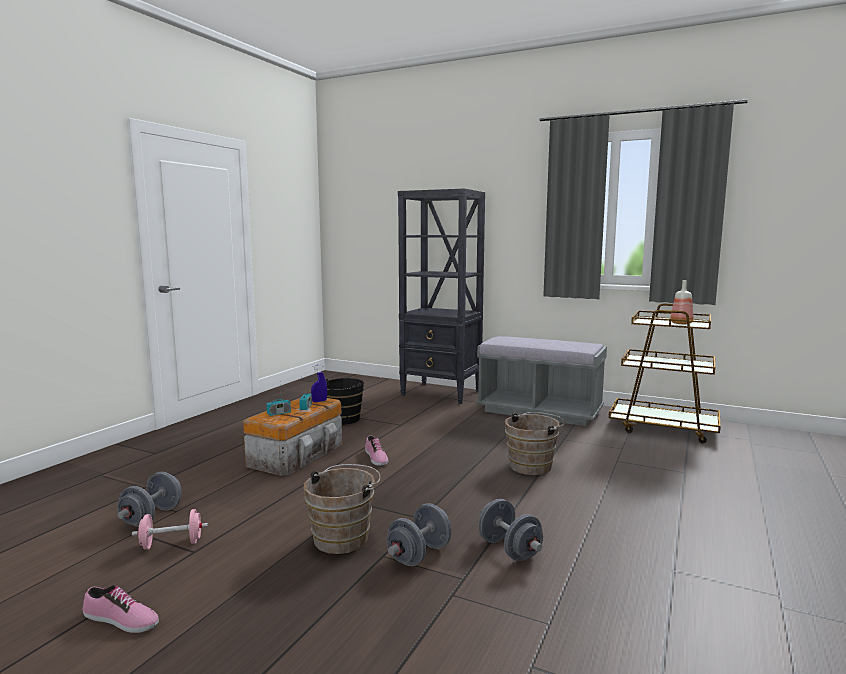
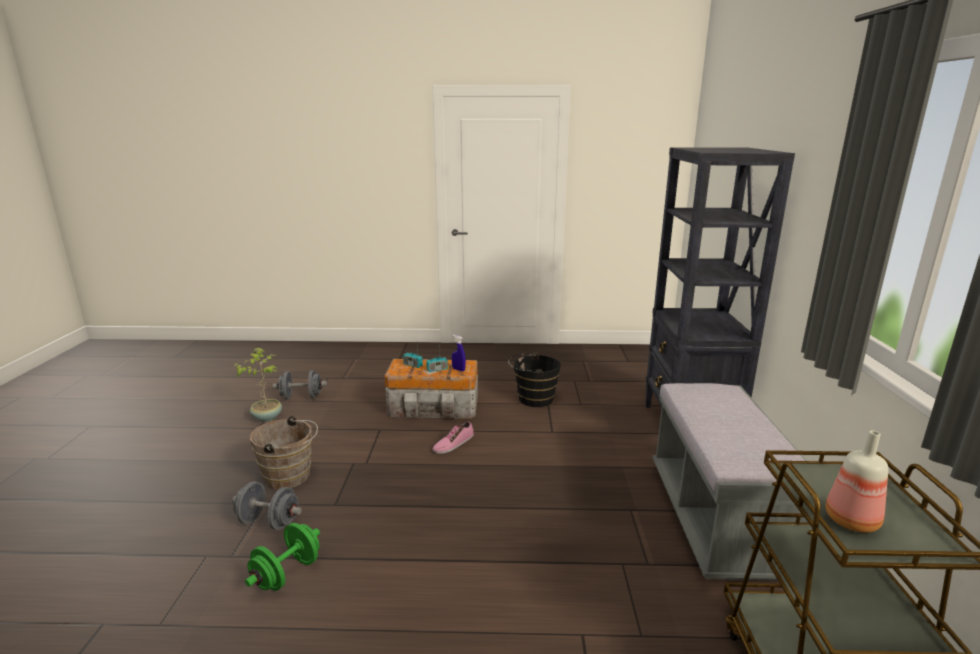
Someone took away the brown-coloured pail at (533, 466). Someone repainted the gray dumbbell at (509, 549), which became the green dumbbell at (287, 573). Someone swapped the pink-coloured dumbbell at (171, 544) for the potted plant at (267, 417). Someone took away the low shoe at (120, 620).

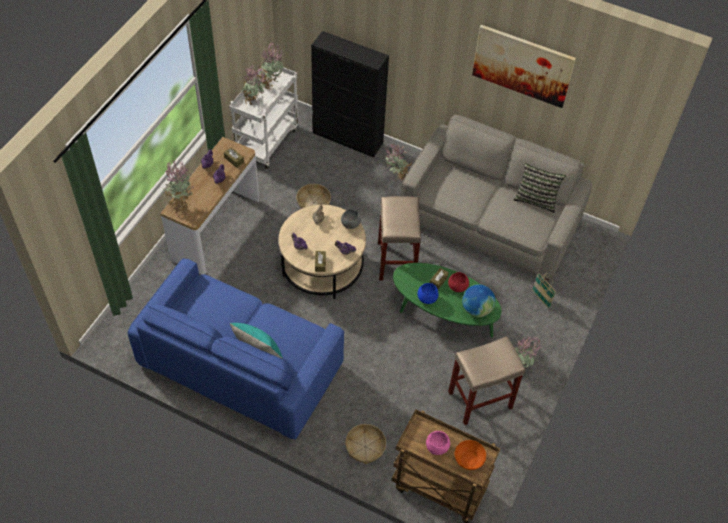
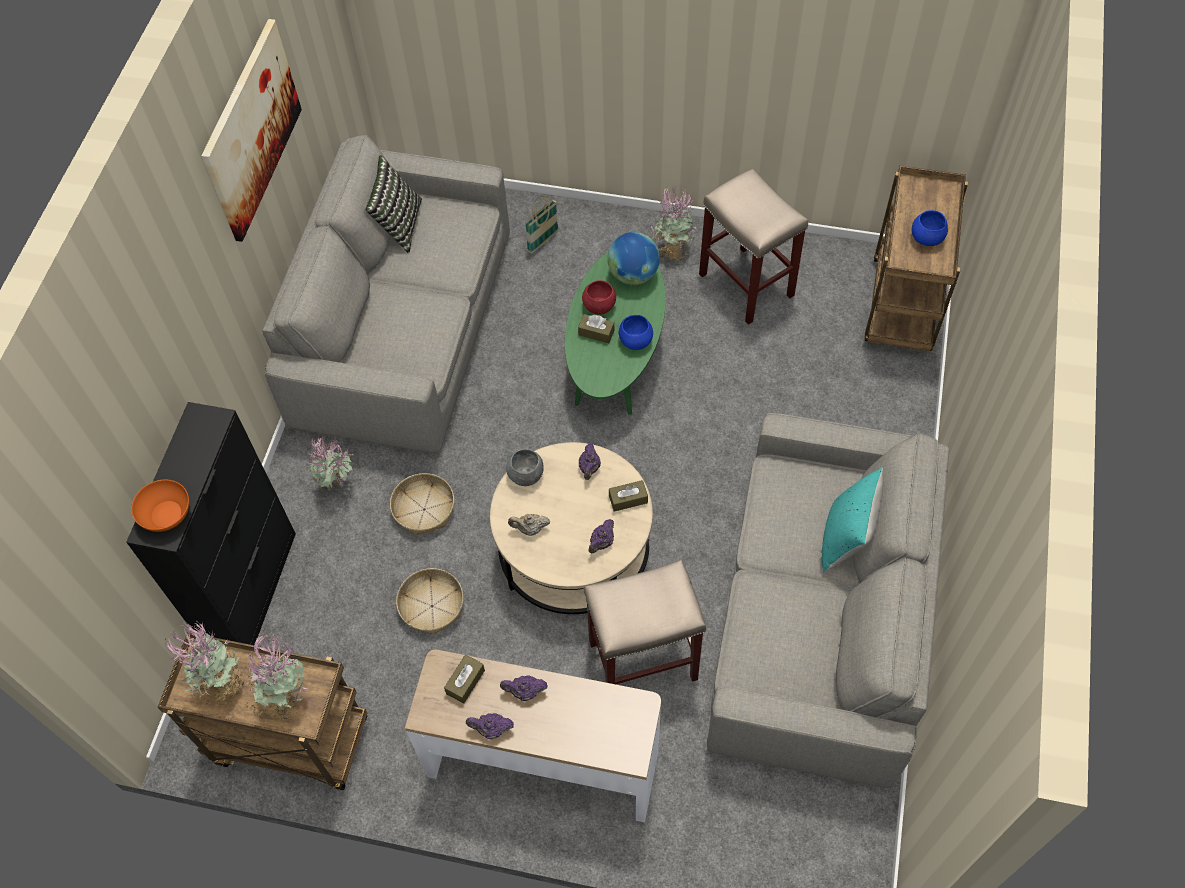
Someone repainted the white wheeled cart at (266, 141), which became the brown-coloured wheeled cart at (288, 741). Someone took away the potted plant at (180, 202). Someone carried the sand-coloured sitting stool from (396, 260) to (641, 661). Someone repainted the blue couch at (240, 365), which became the gray couch at (818, 620). Someone carried the household basket from (365, 446) to (424, 509). Someone repainted the pink-coloured bowl at (436, 447), which became the blue bowl at (927, 238). Someone carried the orangey bowl from (469, 459) to (166, 514).

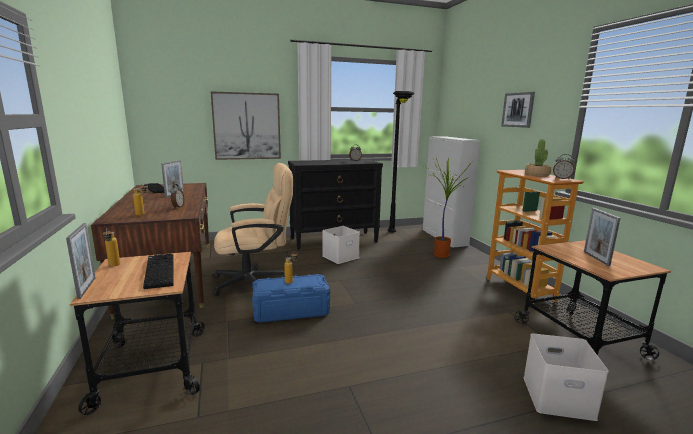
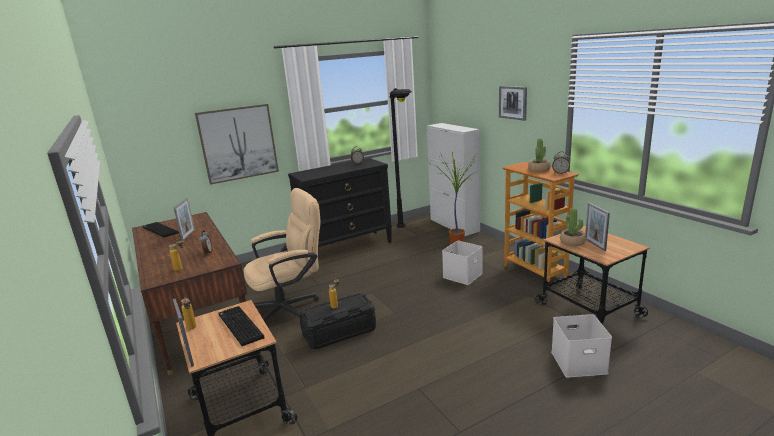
Someone carried the white storage bin from (340, 256) to (462, 275). Someone repainted the blue storage bin at (291, 311), which became the blackish storage bin at (339, 332). Someone put down the potted plant at (572, 242).

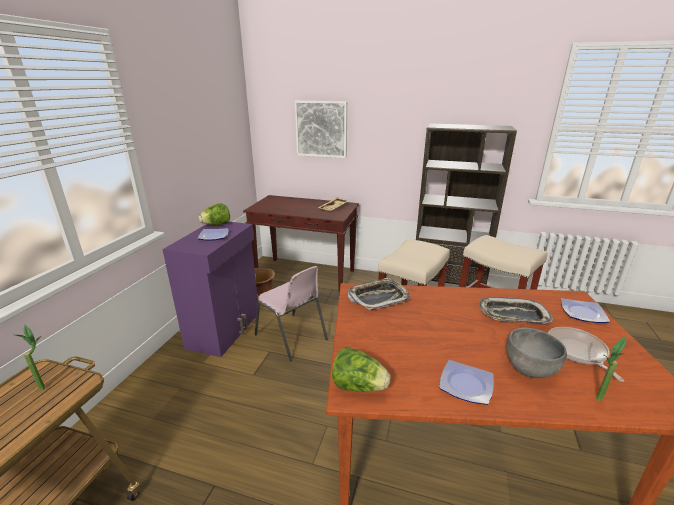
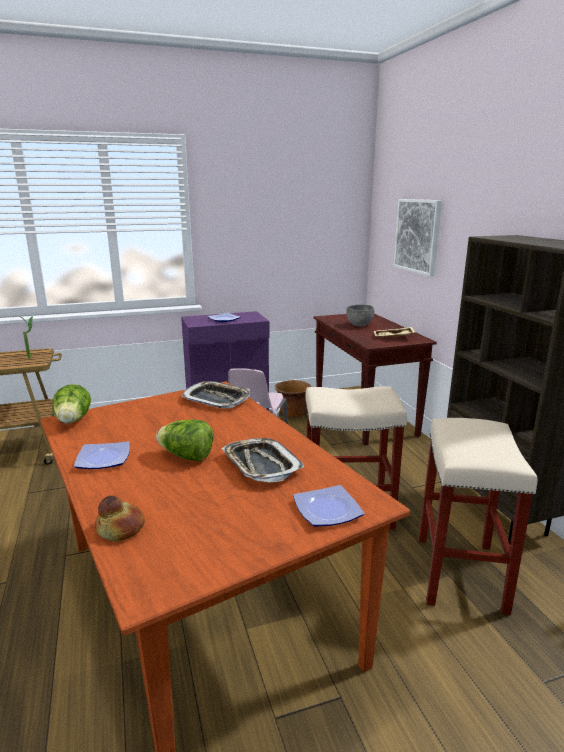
Someone carried the head of lettuce from (216, 225) to (186, 456). Someone carried the gray bowl from (528, 370) to (359, 325). Someone took away the skillet at (577, 351). Someone swapped the potted plant at (598, 402) for the bakery bread at (121, 528).

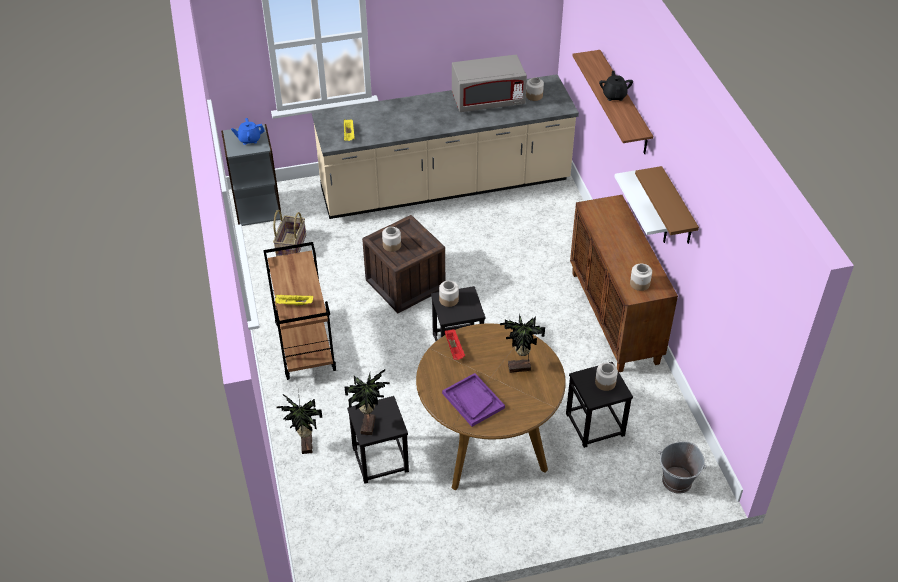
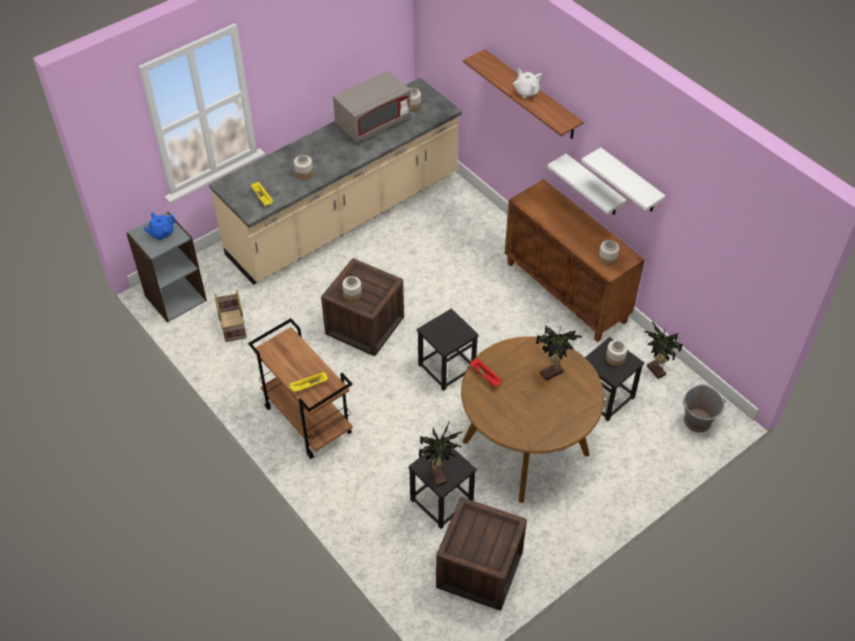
Someone repainted the blackish pot for tea at (614, 96), which became the white pot for tea at (526, 92). Someone repainted the brown-coloured bracket shelf at (677, 208), which became the white bracket shelf at (630, 182). Someone carried the jar from (448, 299) to (304, 173). Someone took away the purple serving tray at (473, 401). Someone carried the potted plant from (305, 446) to (655, 371). Someone put down the shipping crate at (479, 570).

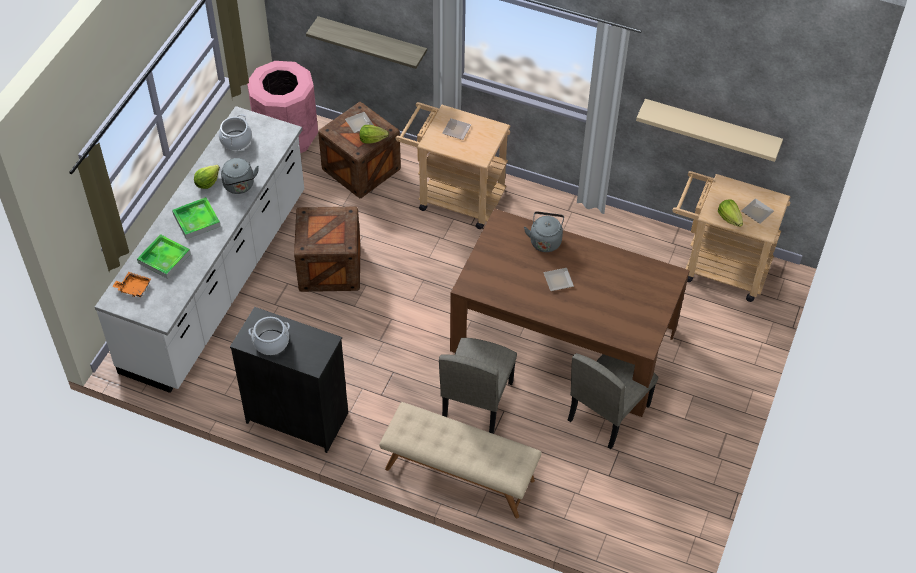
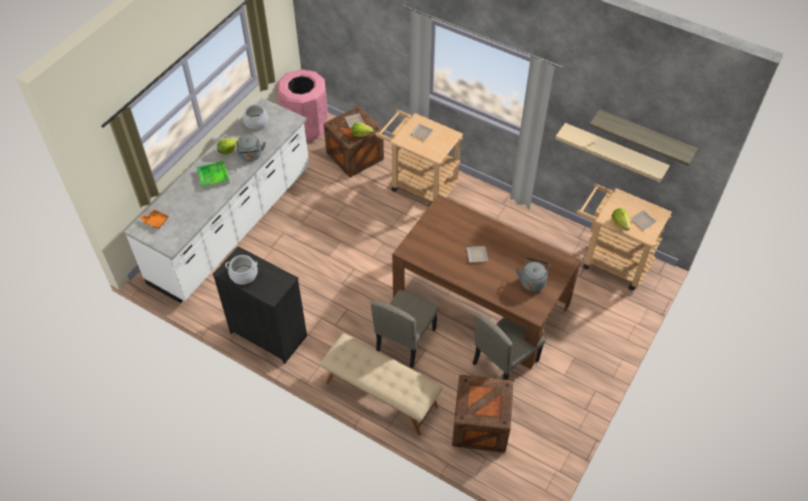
Someone carried the bracket shelf from (372, 42) to (645, 137). Someone carried the shipping crate from (330, 268) to (480, 425). Someone carried the gray kettle from (545, 240) to (532, 281). Someone took away the serving tray at (164, 258).

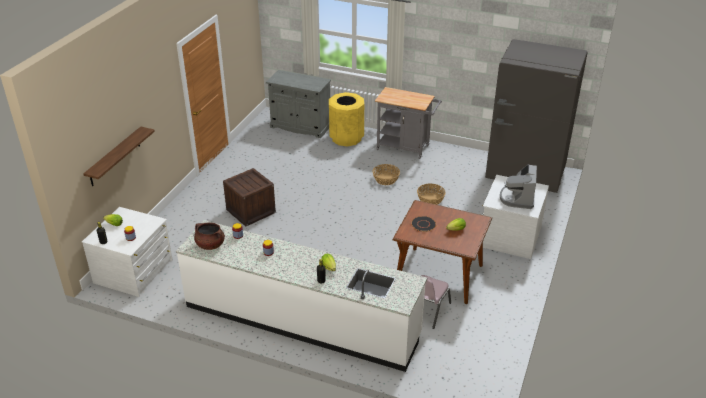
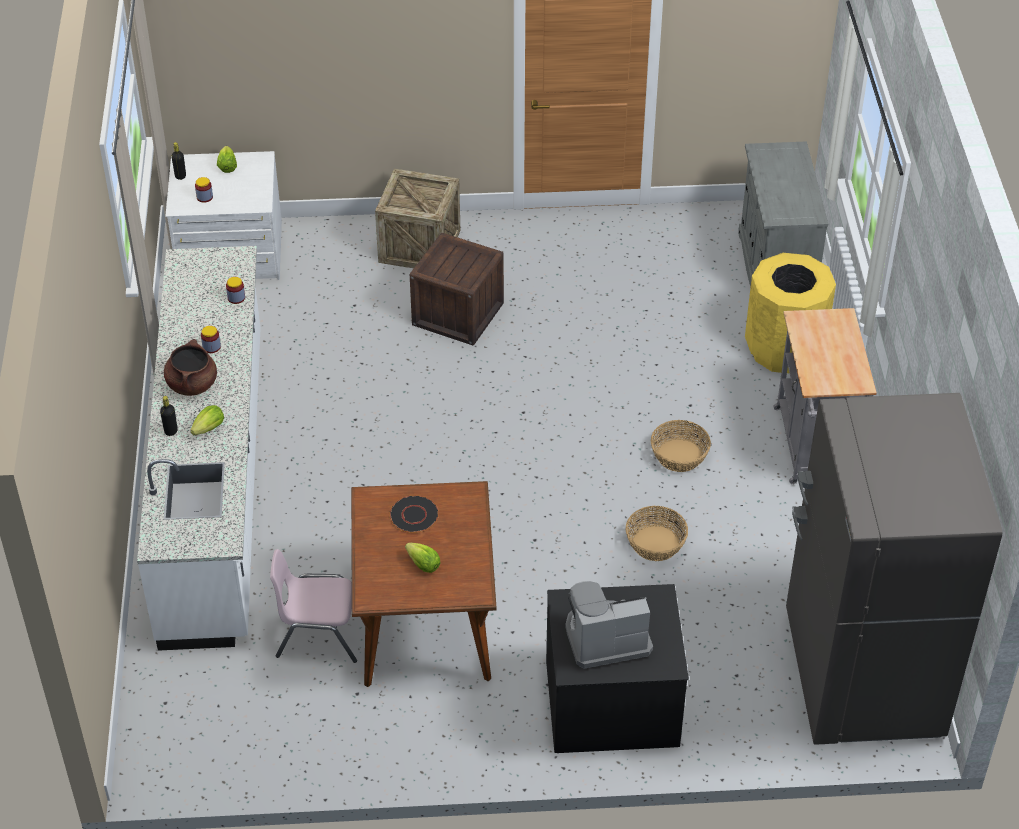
Someone took away the bracket shelf at (115, 157). Someone repainted the white dresser at (509, 236), which became the blackish dresser at (611, 701). Someone carried the brown-coloured cooking pot from (210, 245) to (192, 384). Someone put down the shipping crate at (419, 246).

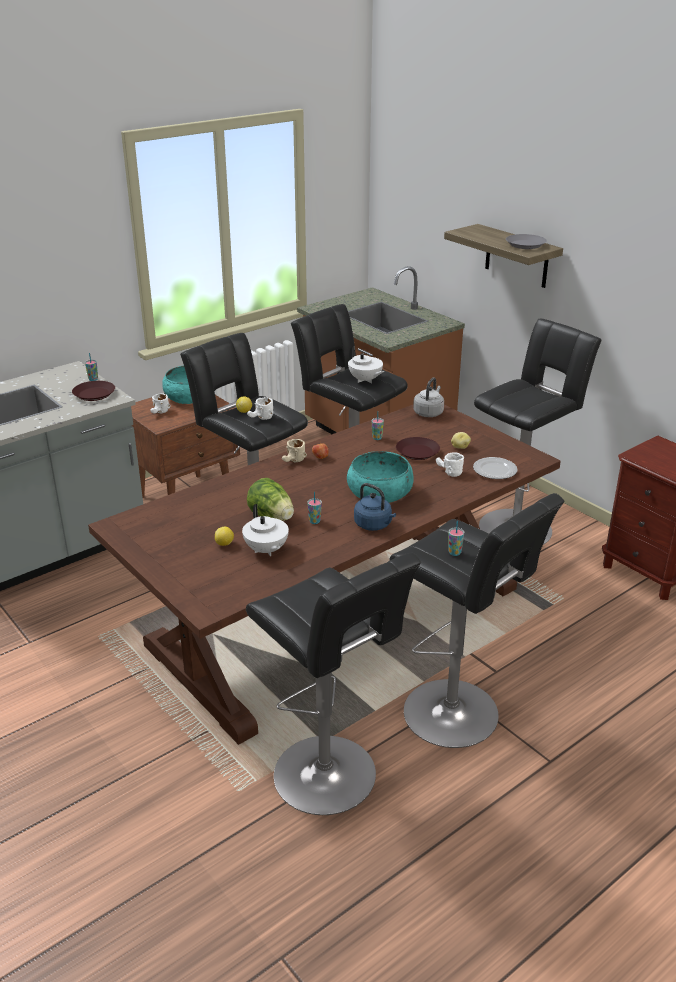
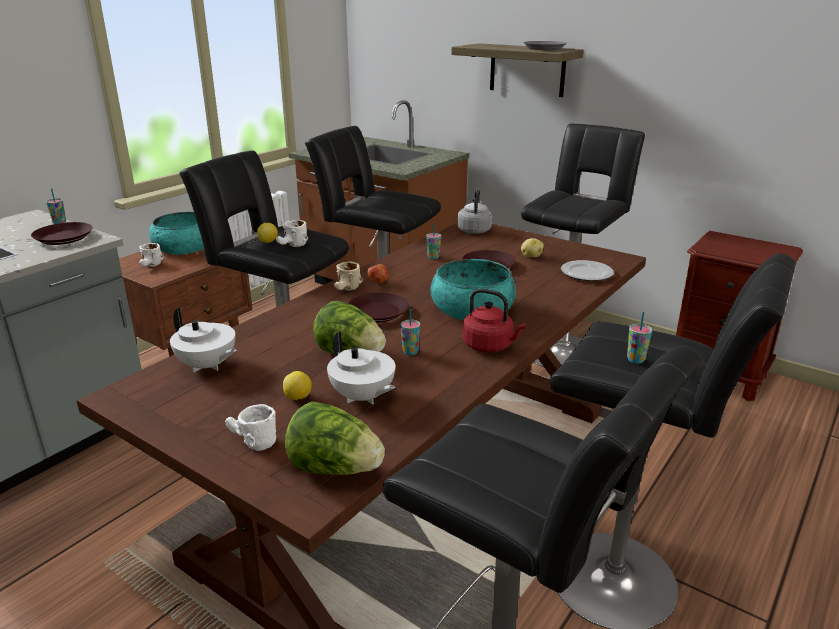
Someone carried the white pot for tea from (365, 380) to (207, 366). Someone carried the white coffee mug from (448, 472) to (250, 442). Someone repainted the blue kettle at (374, 525), which became the red kettle at (490, 346). Someone put down the brown-coloured dinner plate at (378, 312). Someone put down the head of lettuce at (335, 469).

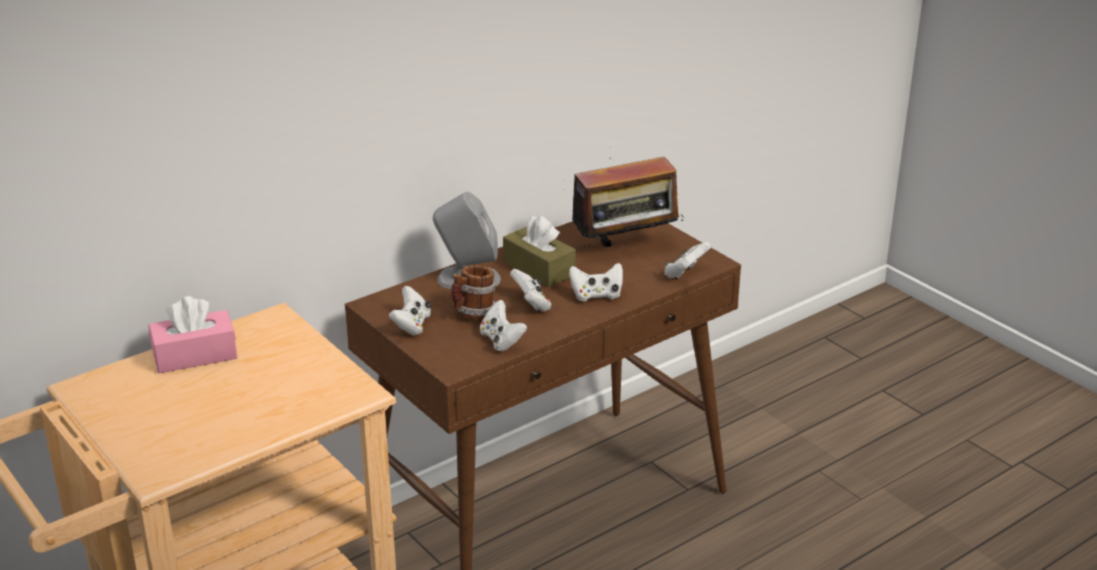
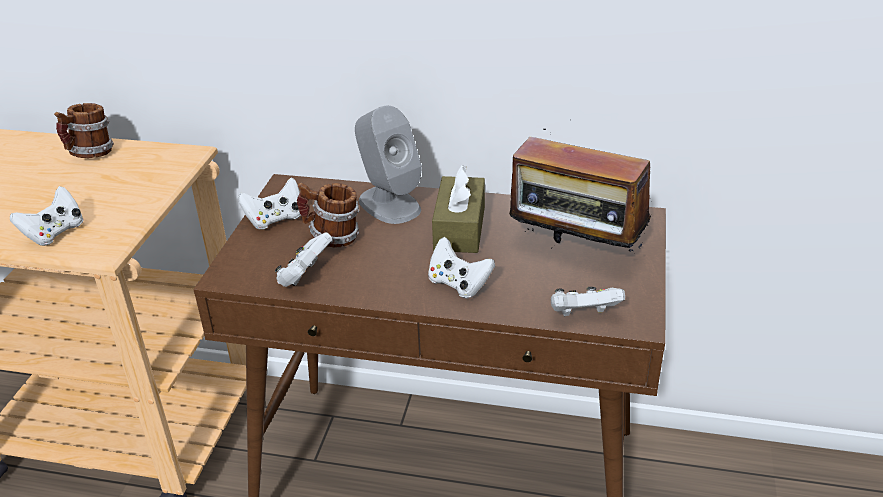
Someone carried the white game controller from (531, 304) to (55, 233). Someone swapped the pink-coloured box of tissues at (195, 355) for the coffee mug at (90, 154).

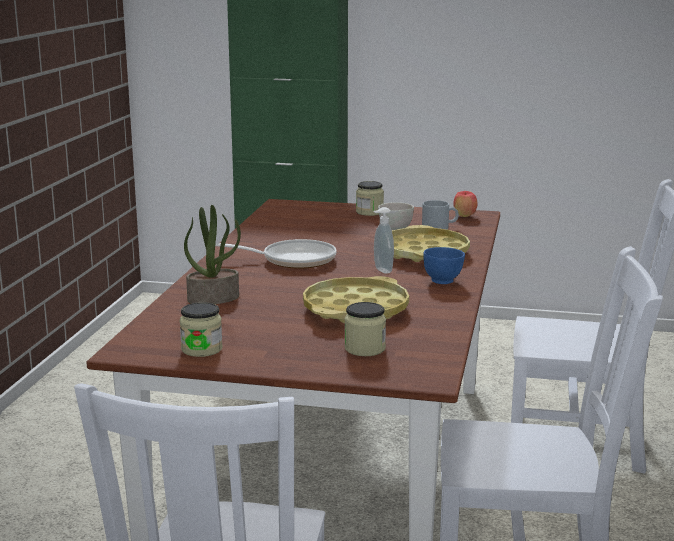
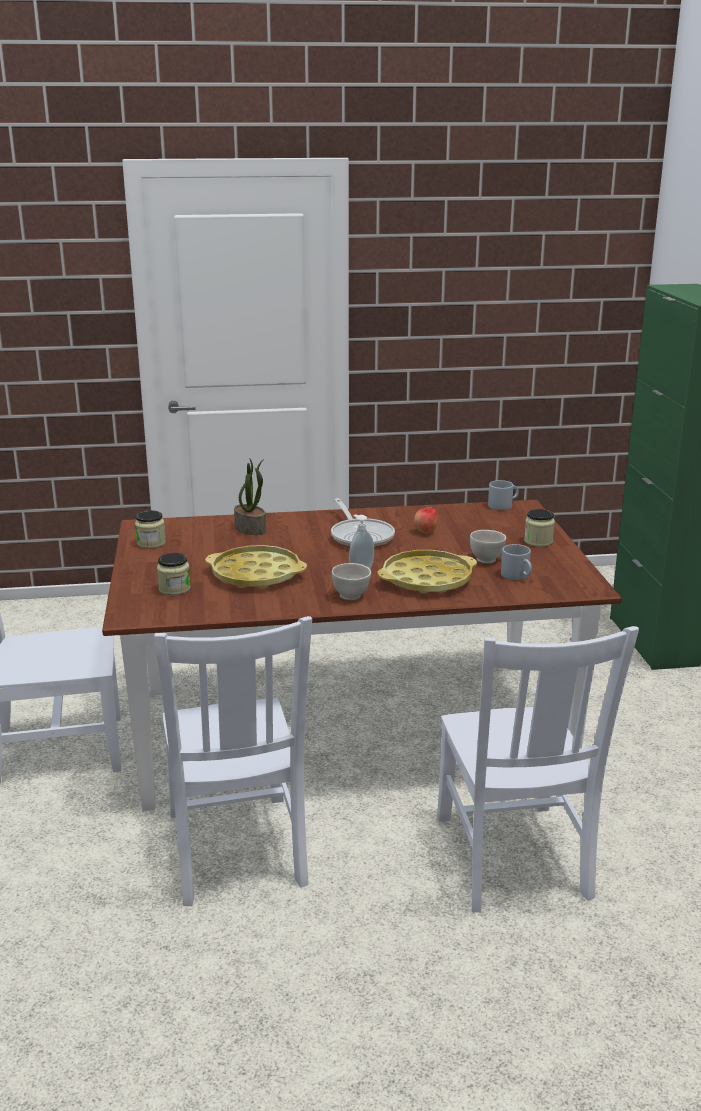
Someone carried the apple fruit from (464, 216) to (426, 532). Someone repainted the blue bowl at (443, 281), which became the white bowl at (351, 596). Someone put down the gray coffee mug at (503, 505).

